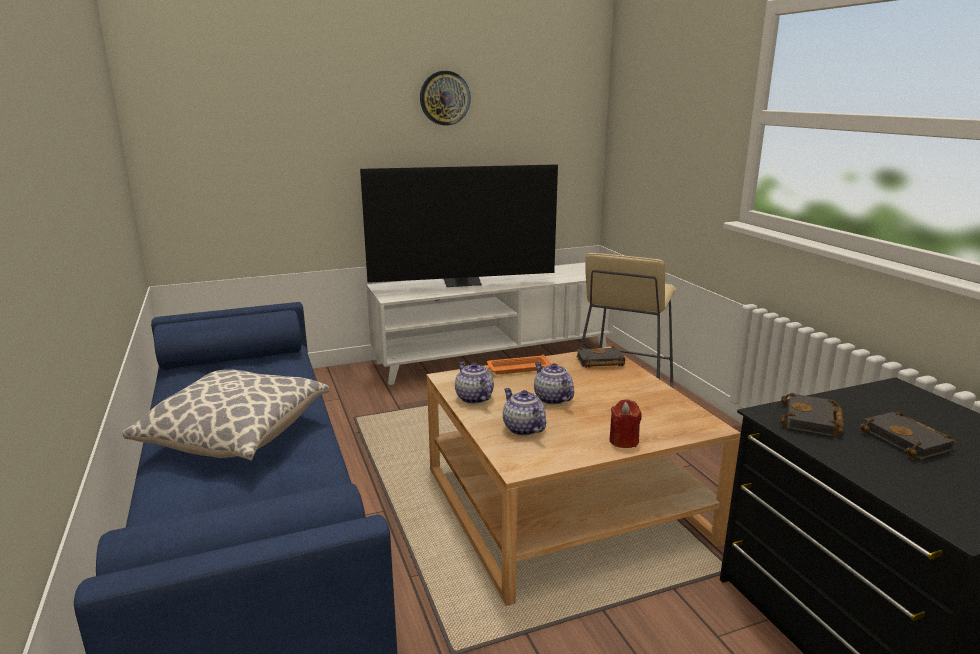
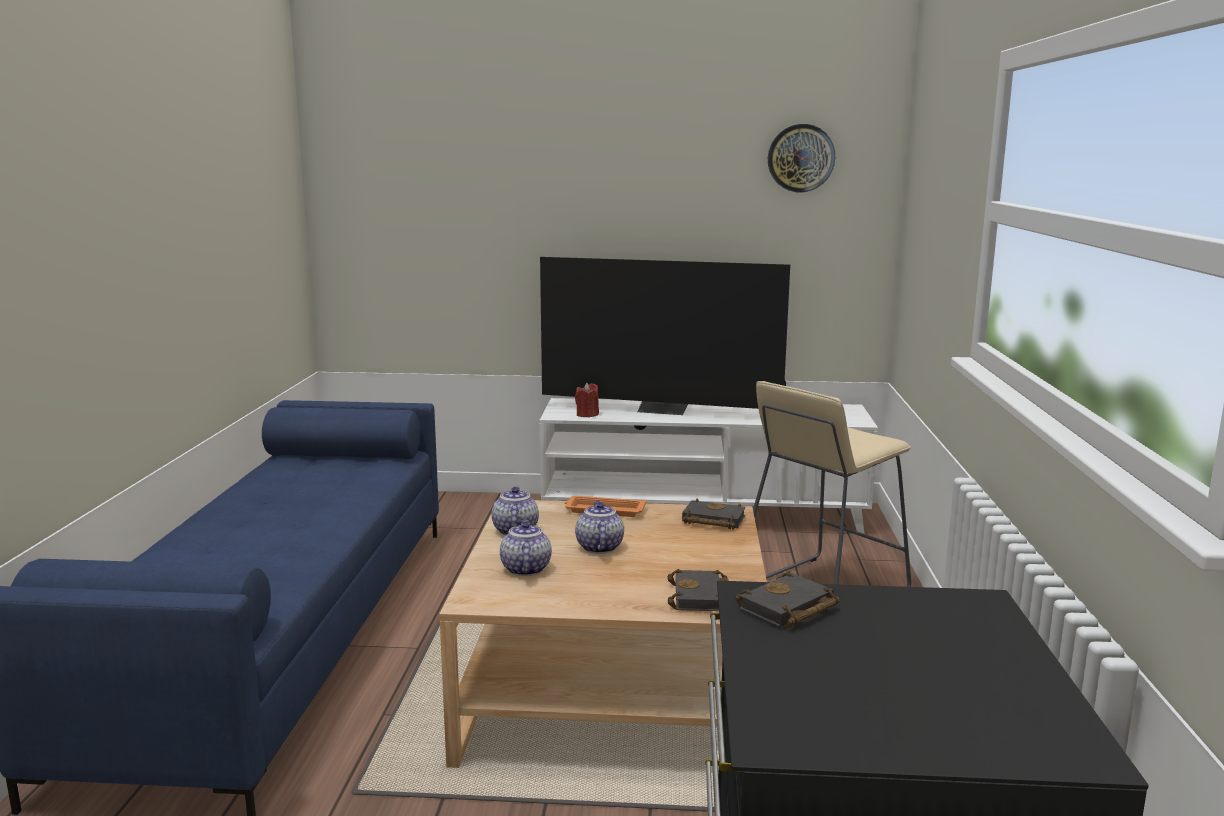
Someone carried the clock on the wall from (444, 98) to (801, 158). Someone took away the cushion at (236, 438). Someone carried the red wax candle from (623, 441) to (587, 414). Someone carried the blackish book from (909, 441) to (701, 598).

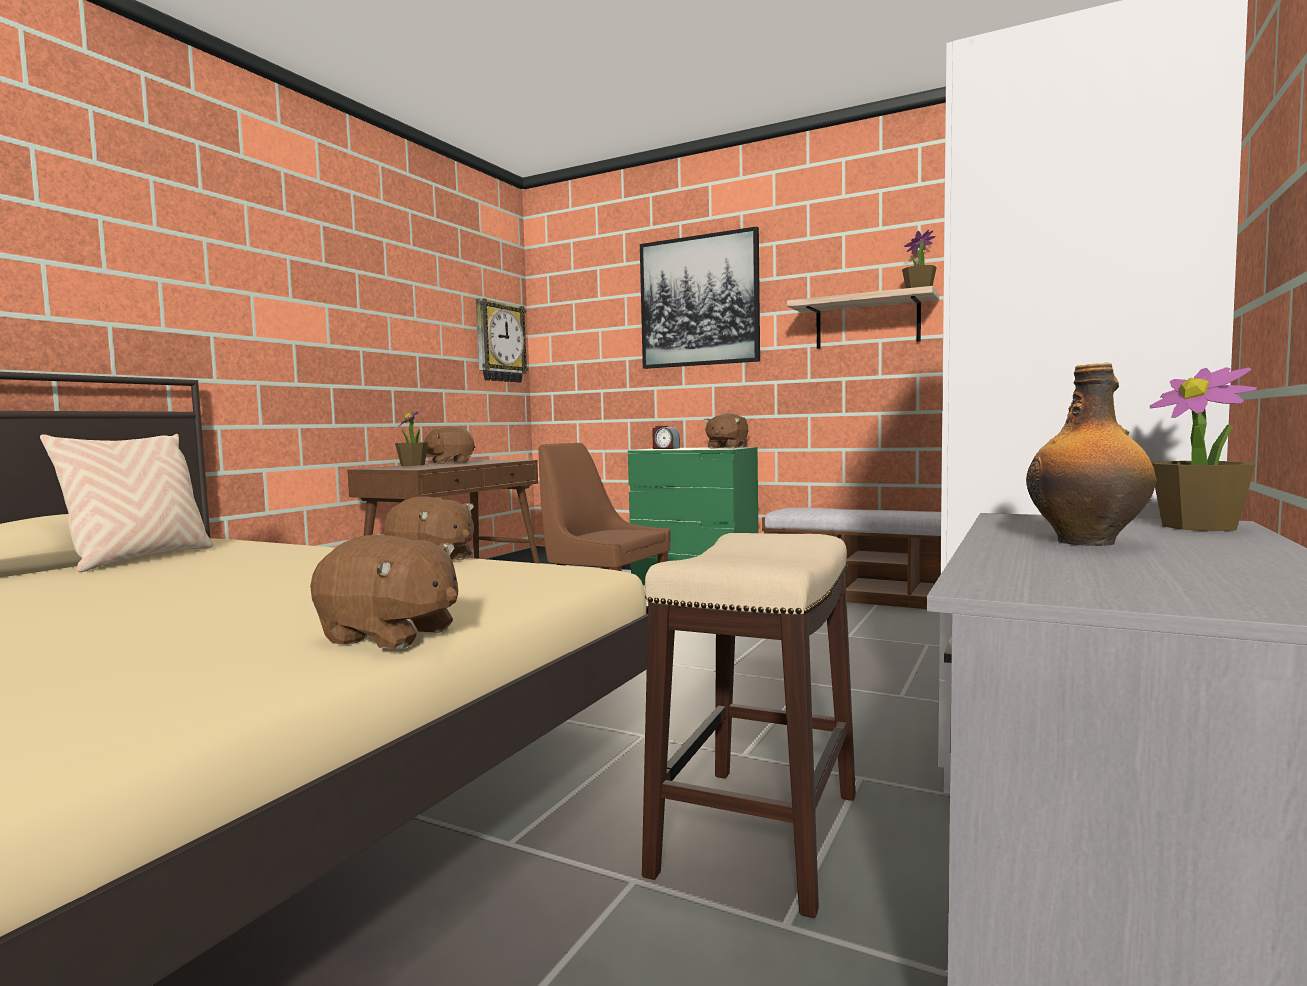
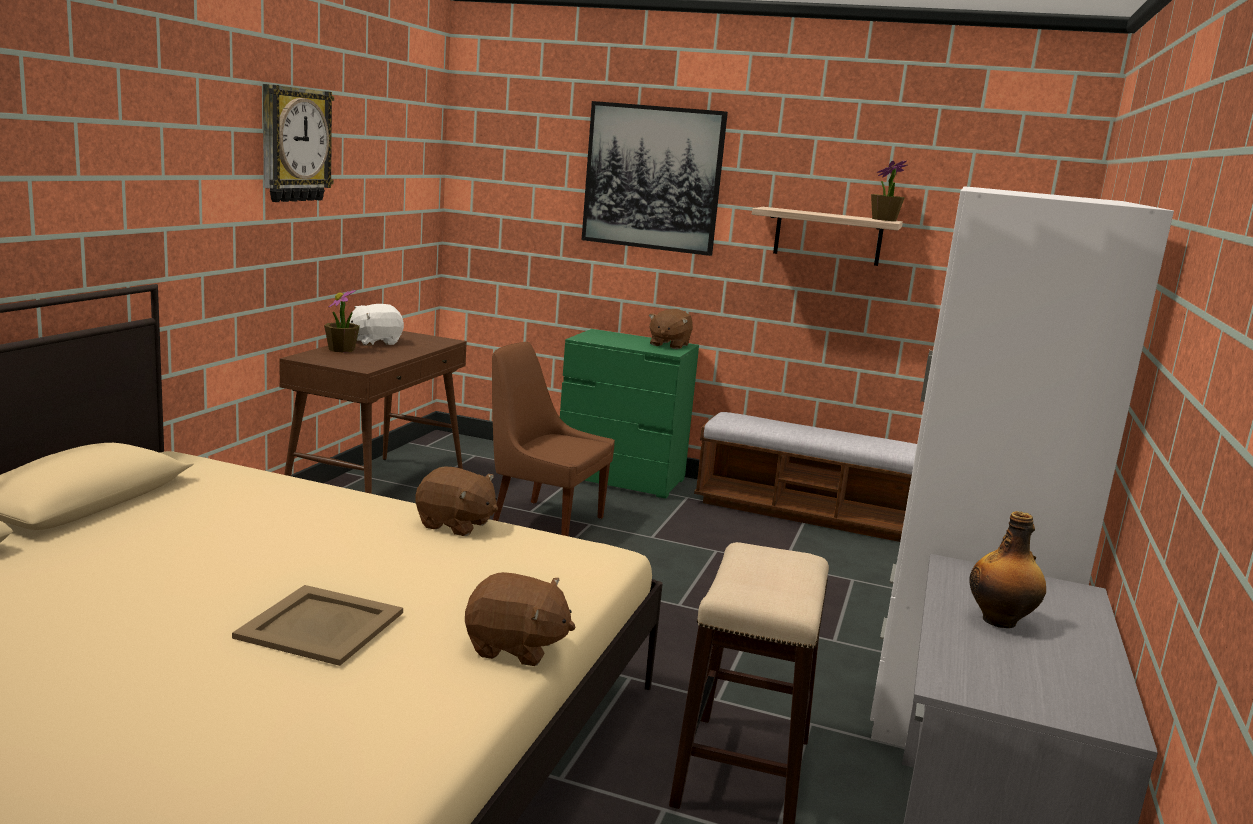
Someone carried the clock on the wall from (499, 342) to (294, 144). Someone took away the potted plant at (1199, 526). Someone took away the bedside clock at (665, 448). Someone repainted the brown-coloured cuddly toy at (450, 462), which became the white cuddly toy at (375, 342). Someone took away the sand-coloured cushion at (140, 559). Someone put down the sand-coloured serving tray at (320, 624).

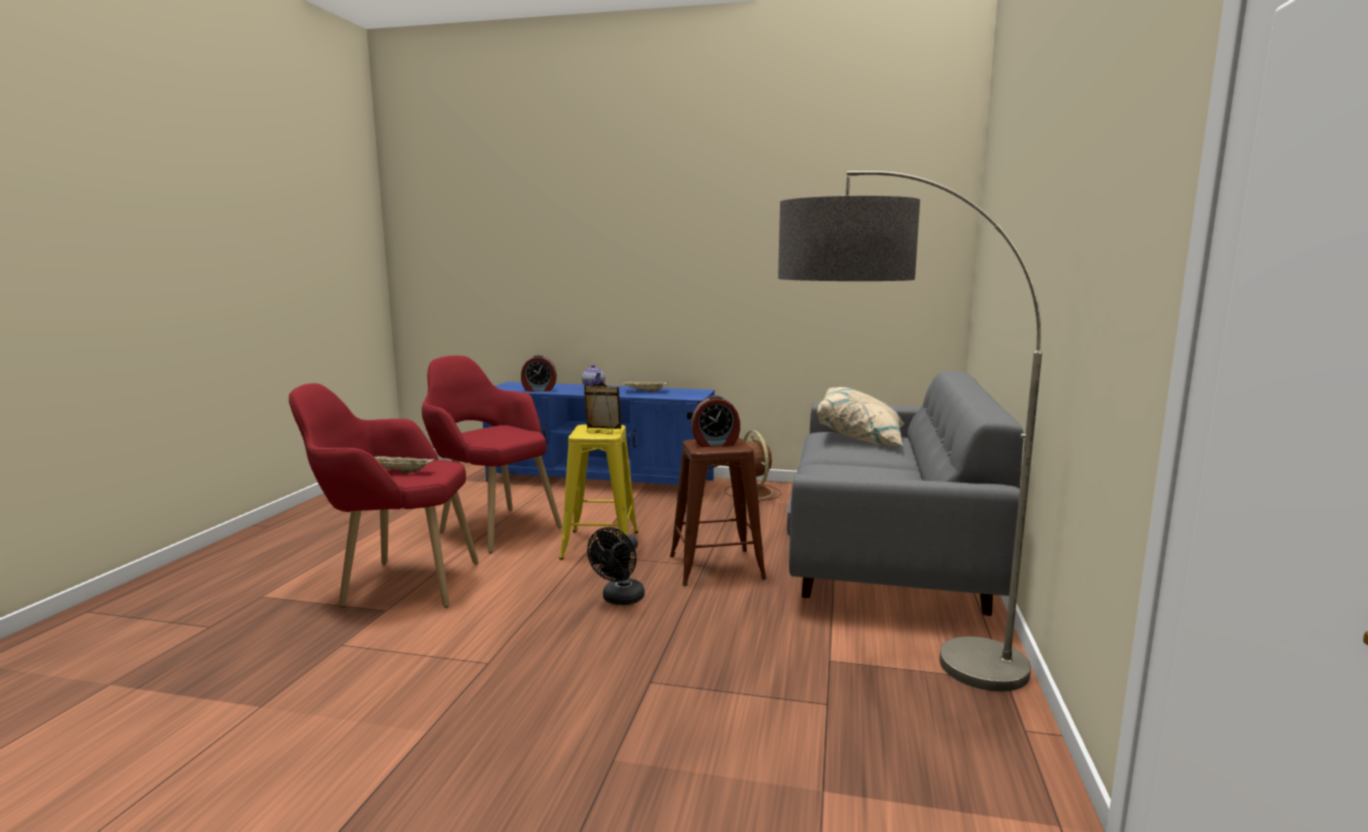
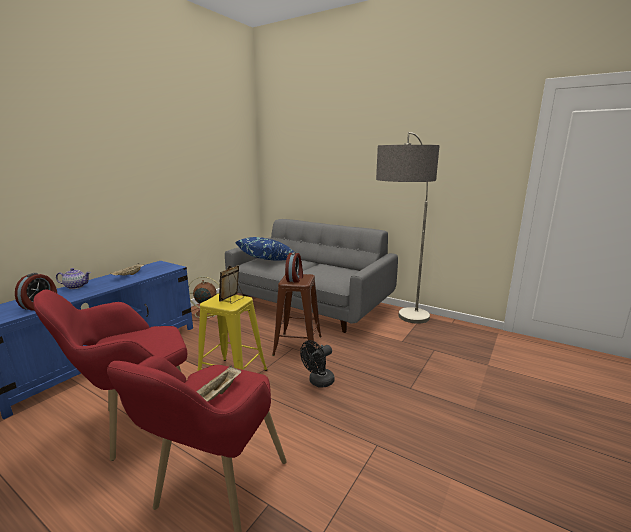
Someone repainted the sand-coloured cushion at (861, 438), which became the blue cushion at (268, 260). Someone rotated the blackish electric fan at (619, 600) by 90 degrees clockwise.

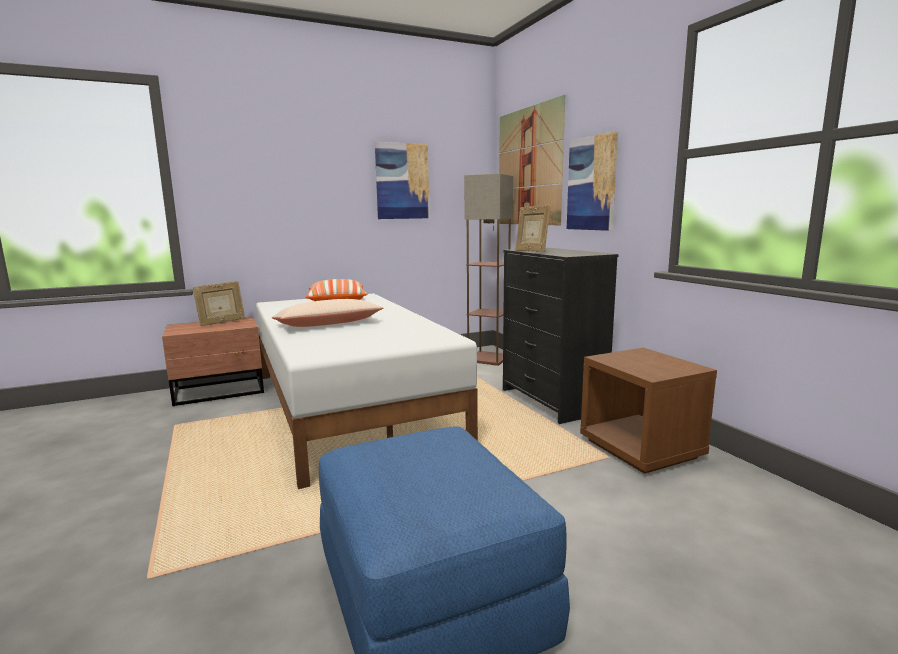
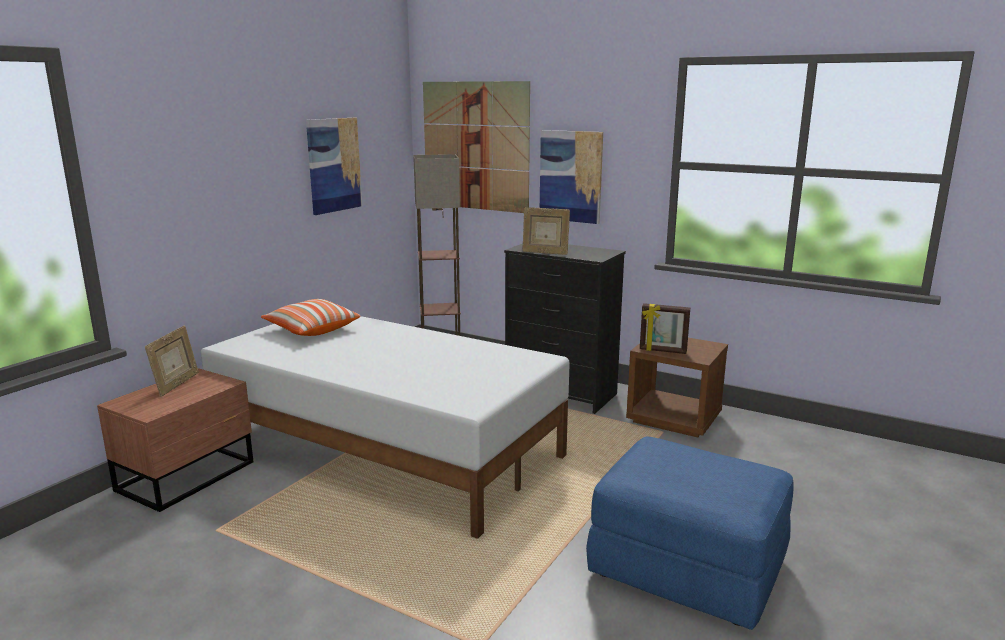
Someone took away the sand-coloured cushion at (328, 324). Someone put down the standing frame at (662, 351).

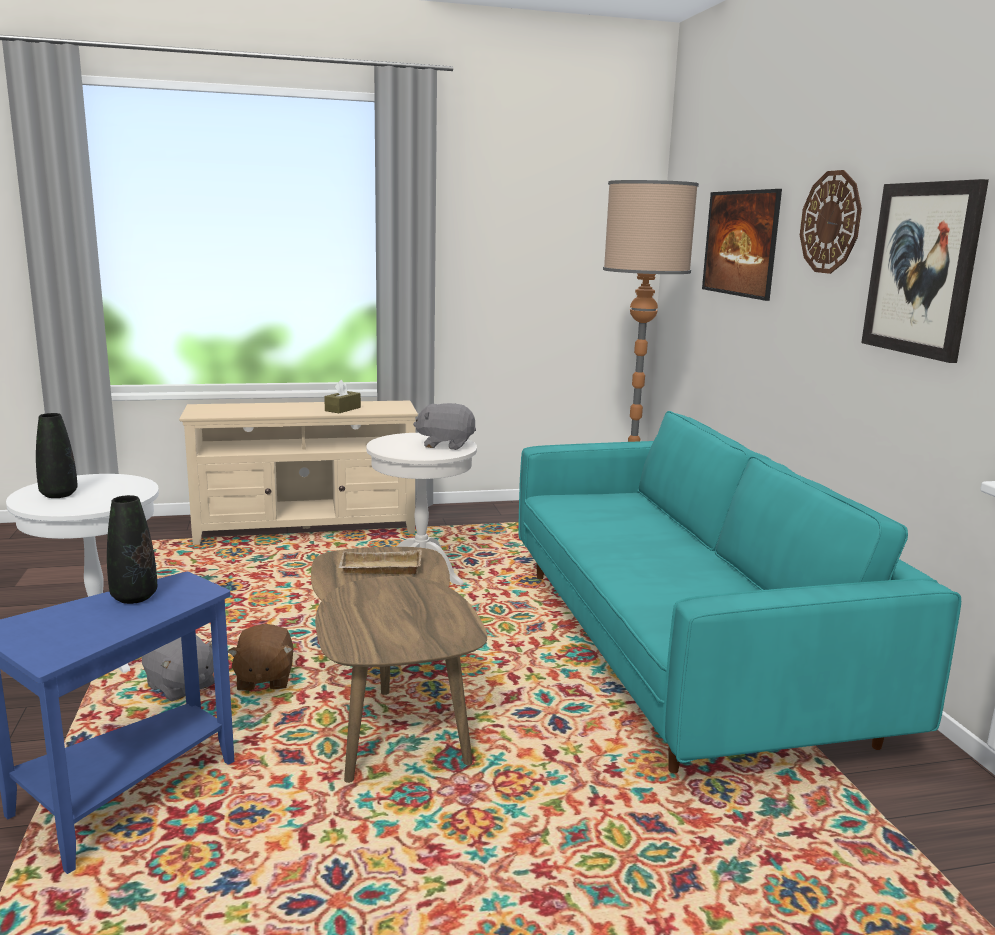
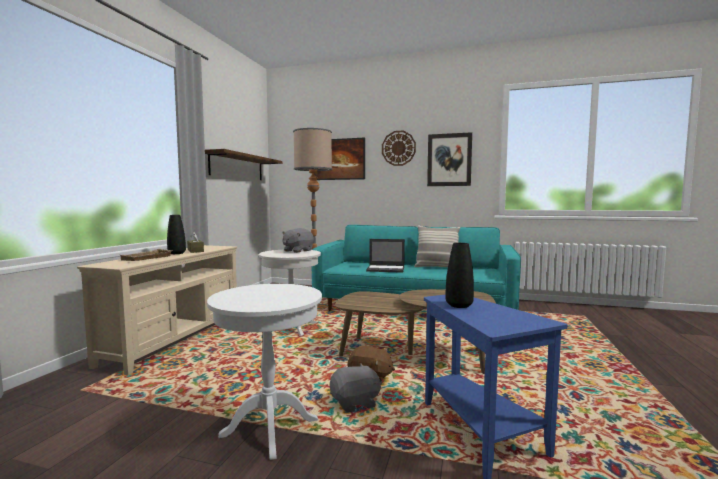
Someone carried the blackish flower vase from (59, 494) to (176, 253). Someone carried the sand-coloured serving tray from (379, 569) to (147, 258). Someone put up the brown-coloured bracket shelf at (237, 167). Someone put down the cushion at (436, 267). Someone put down the portable computer at (386, 269).

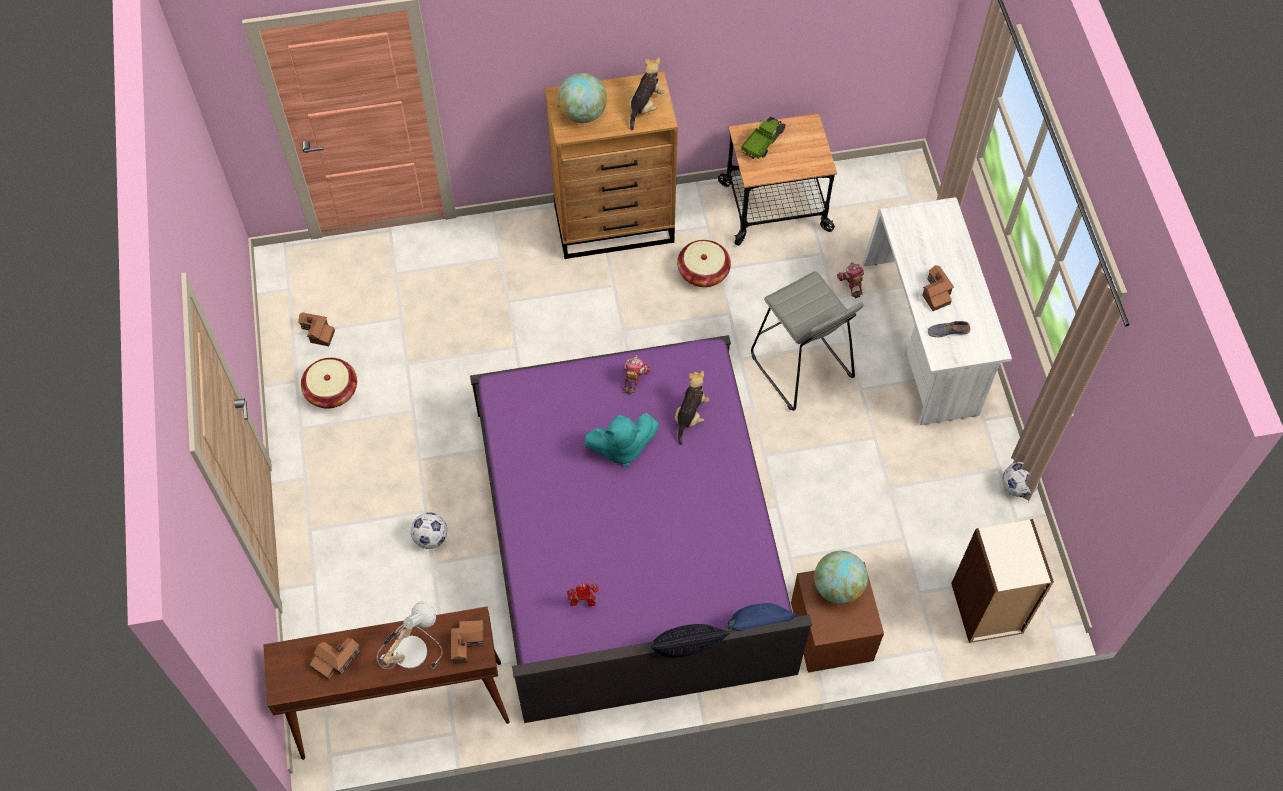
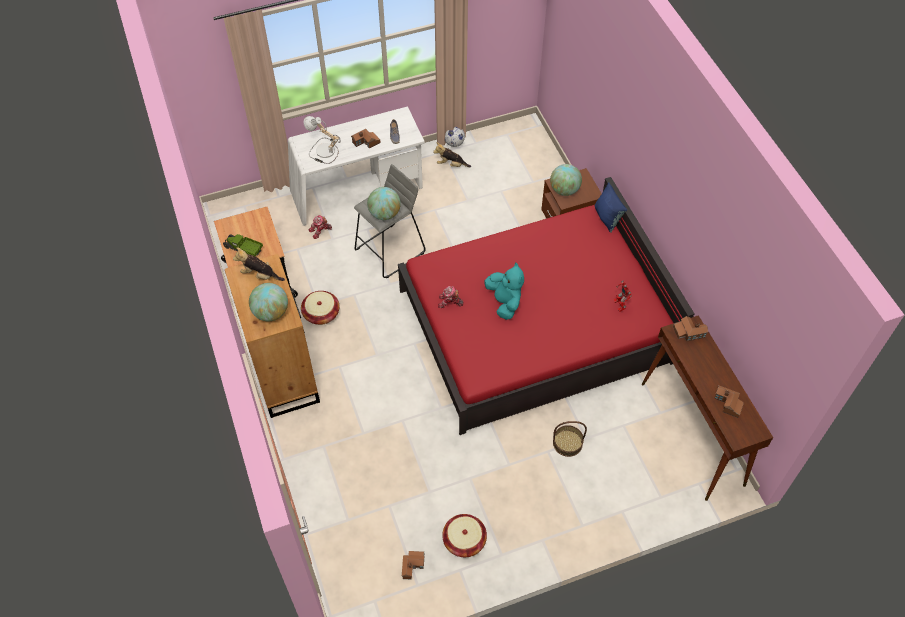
Someone repainted the purple bed at (630, 537), which became the red bed at (535, 326). Someone carried the cuddly toy from (690, 415) to (451, 164). Someone swapped the football at (431, 538) for the household basket at (567, 443). Someone took away the shelving unit at (987, 609). Someone carried the lamp for a table from (409, 648) to (323, 151). Someone took away the cushion at (685, 652). Someone put down the world globe at (384, 214).

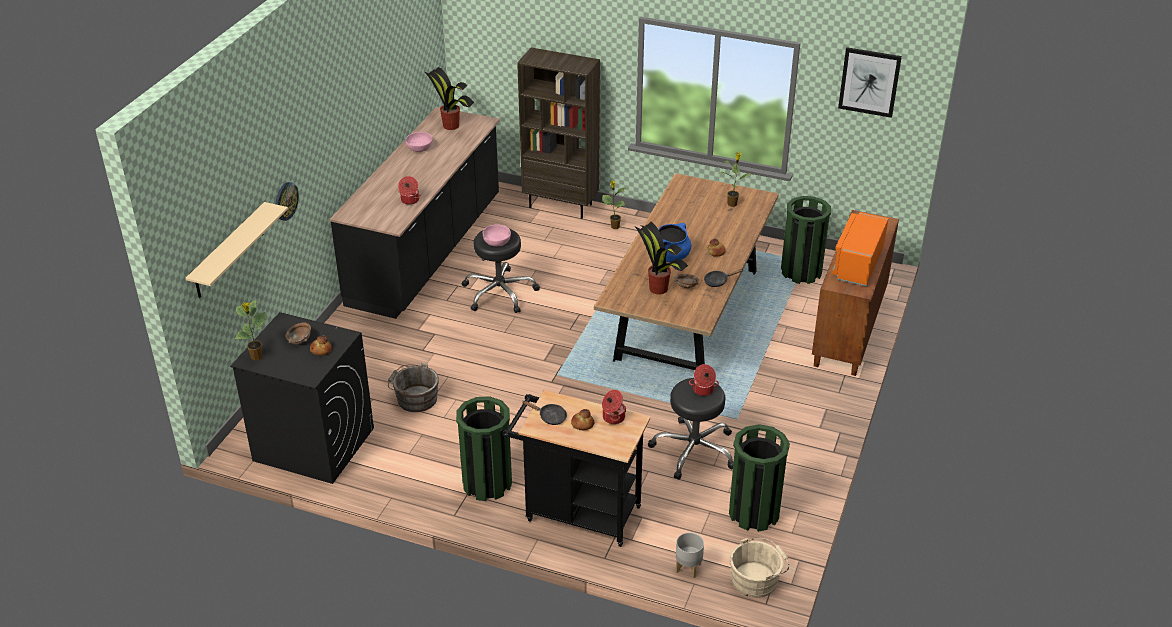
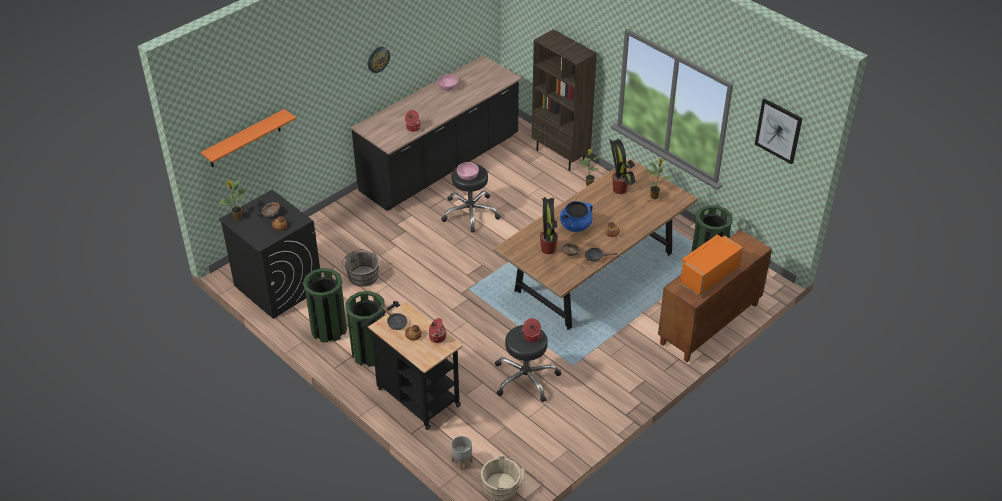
Someone carried the potted plant from (451, 126) to (620, 190). Someone carried the clock on the wall from (285, 201) to (378, 59). Someone repainted the sand-coloured bracket shelf at (229, 251), which became the orangey bracket shelf at (244, 139). Someone carried the green waste bin from (753, 512) to (329, 329).

